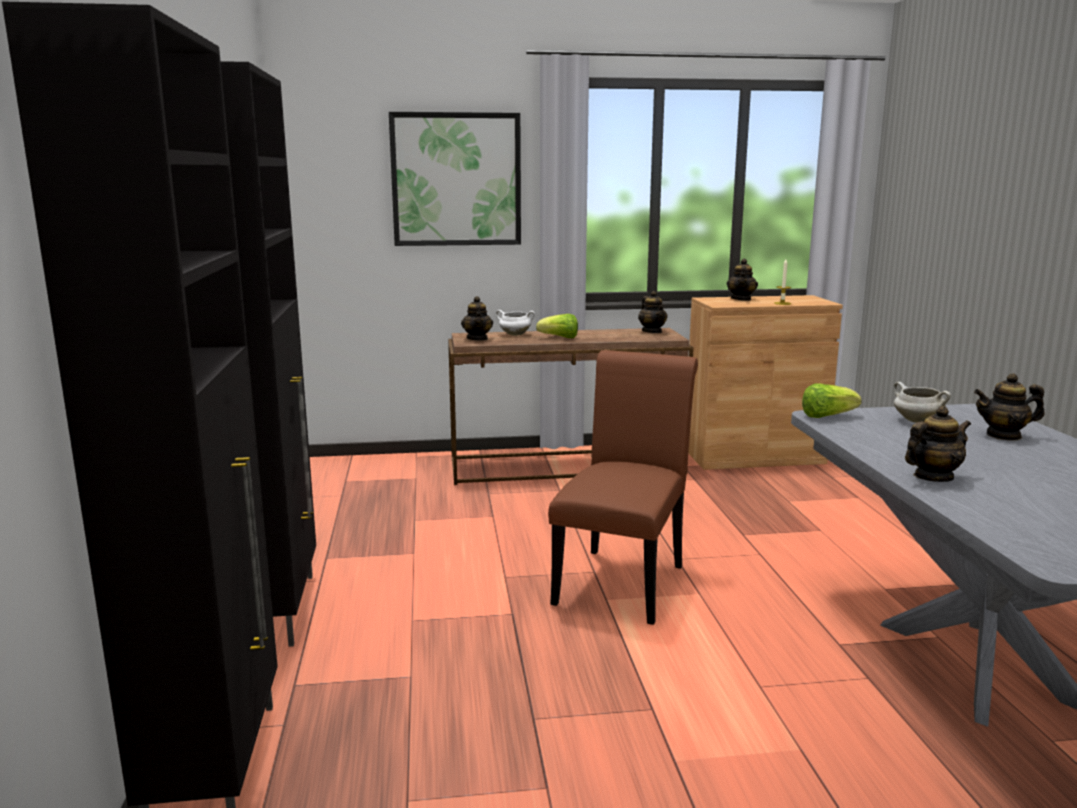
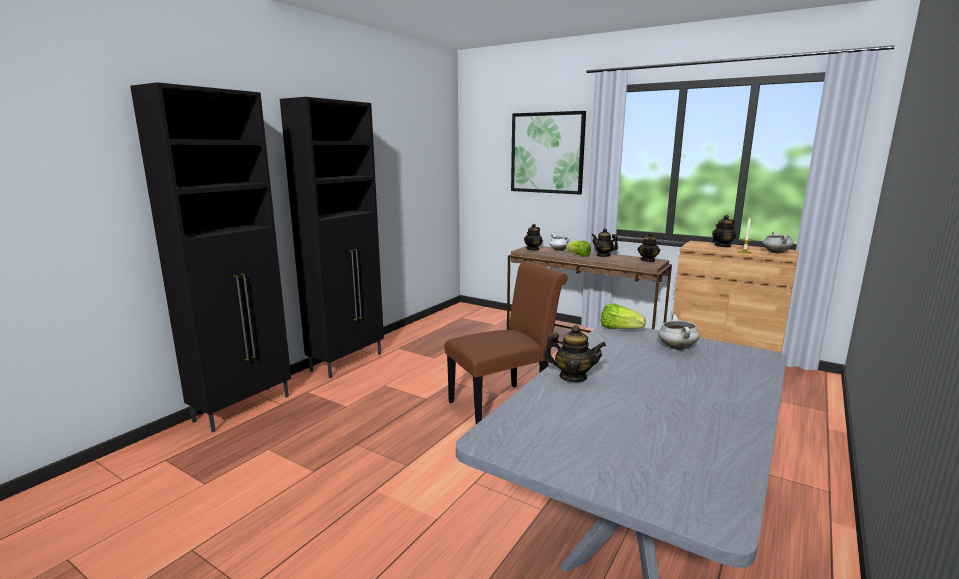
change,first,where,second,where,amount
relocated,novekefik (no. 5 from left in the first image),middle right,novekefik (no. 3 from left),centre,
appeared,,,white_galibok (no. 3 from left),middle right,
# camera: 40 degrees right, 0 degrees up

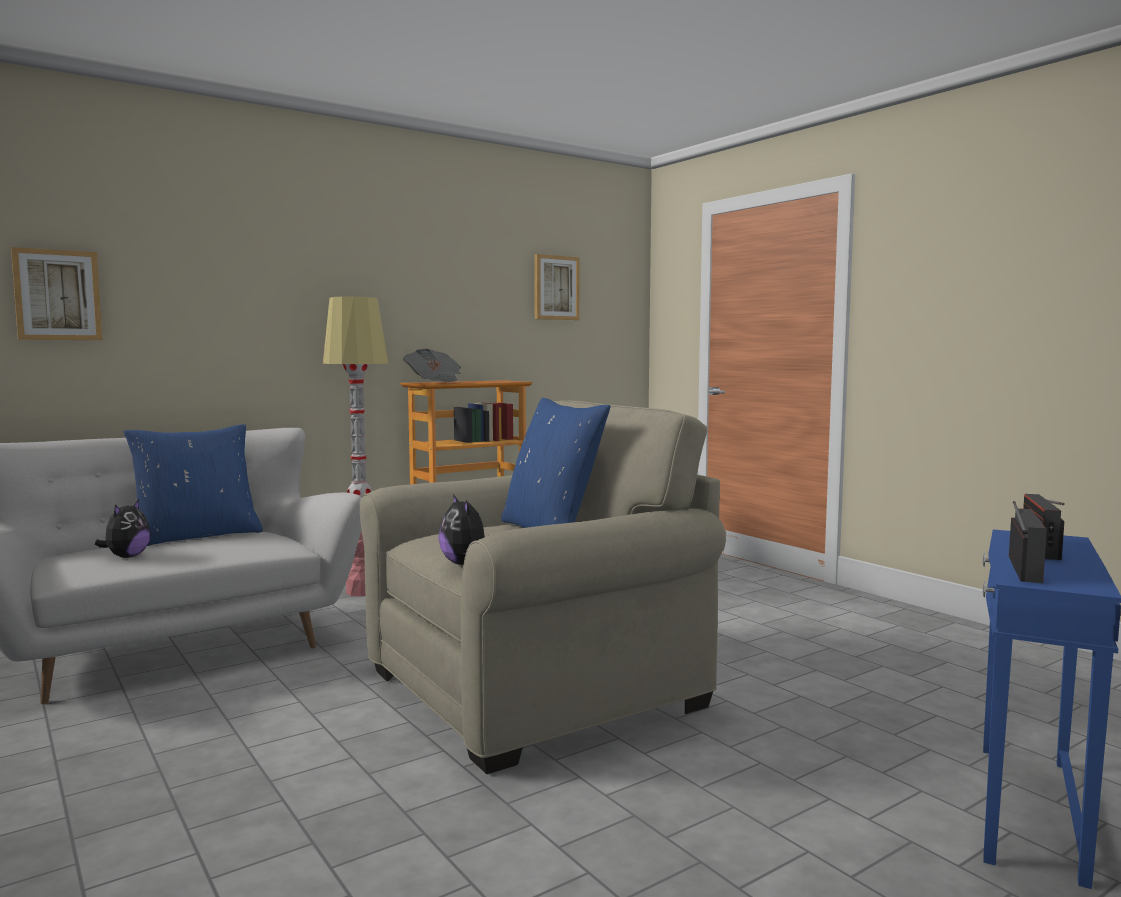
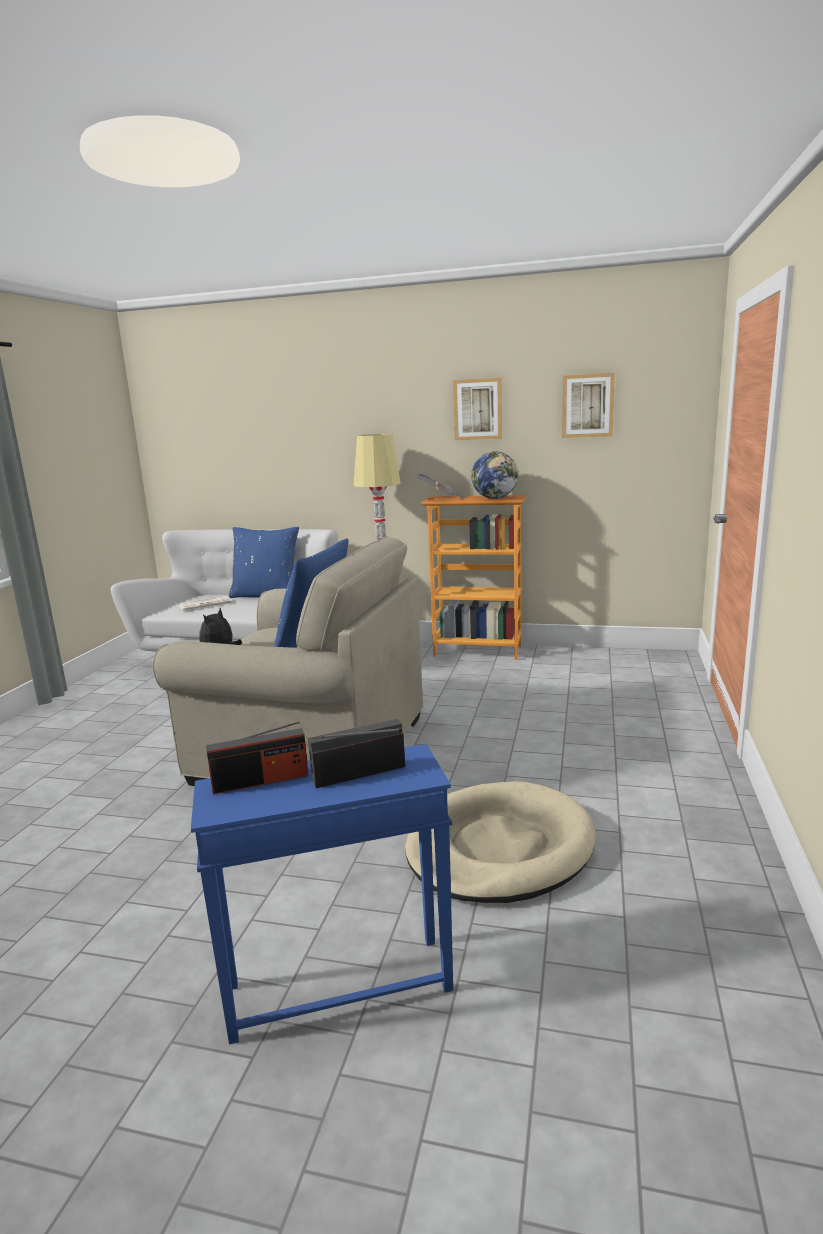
change,first,where,second,where,amount
relocated,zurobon (no. 1 from left),top left,,top centre,
exchanged,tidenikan (no. 1 from left),middle left,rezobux (no. 1 from left),middle left,
appeared,,,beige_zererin,bottom centre,
appeared,,,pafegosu,centre,
# camera: 50 degrees right, 10 degrees up

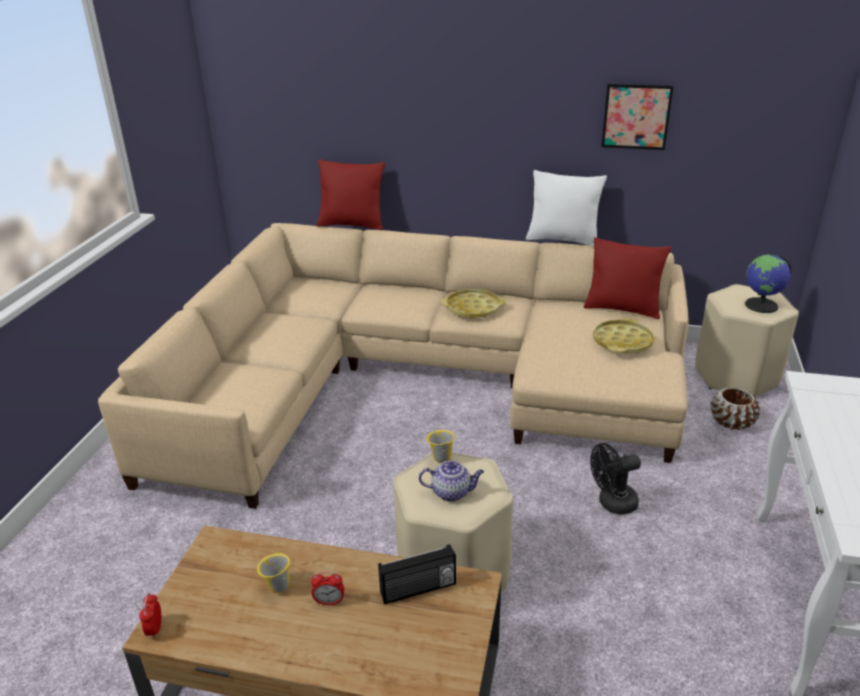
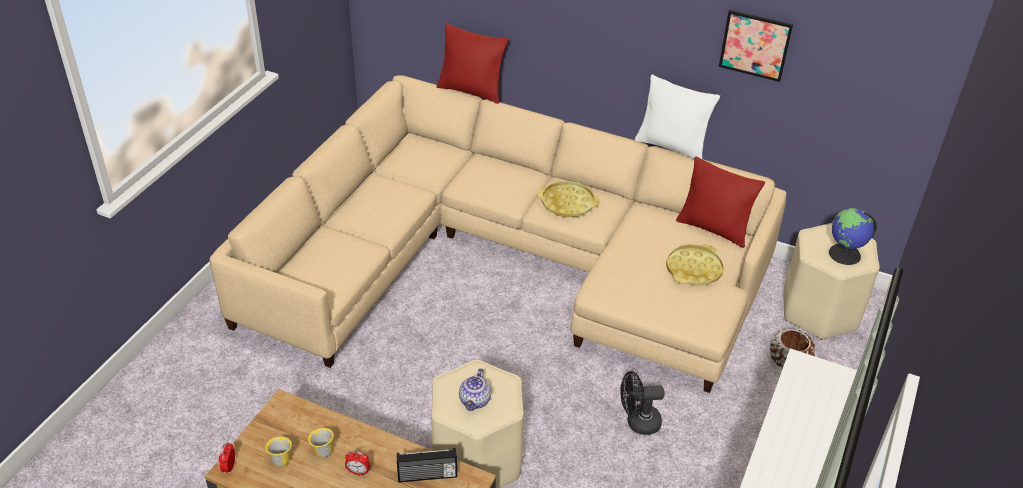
change,first,where,second,where,amount
spun,novekefik,bottom centre,,bottom centre,90 degrees clockwise
relocated,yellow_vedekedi (no. 2 from left in the first image),centre,yellow_vedekedi (no. 1 from left),bottom left,
# camera: 10 degrees right, 10 degrees up

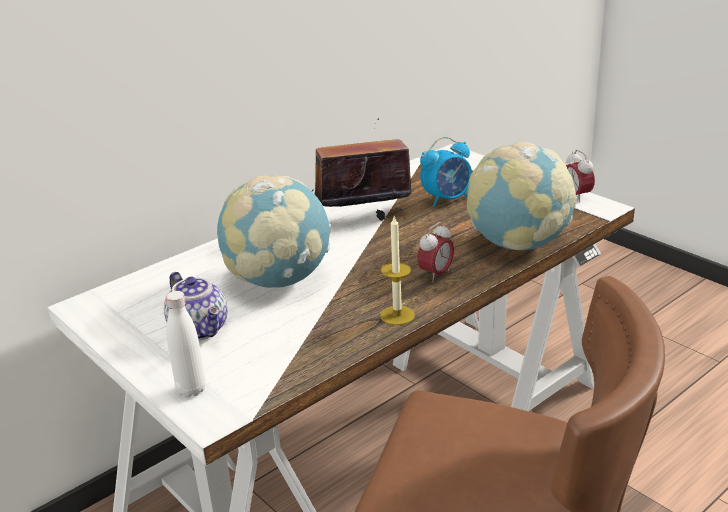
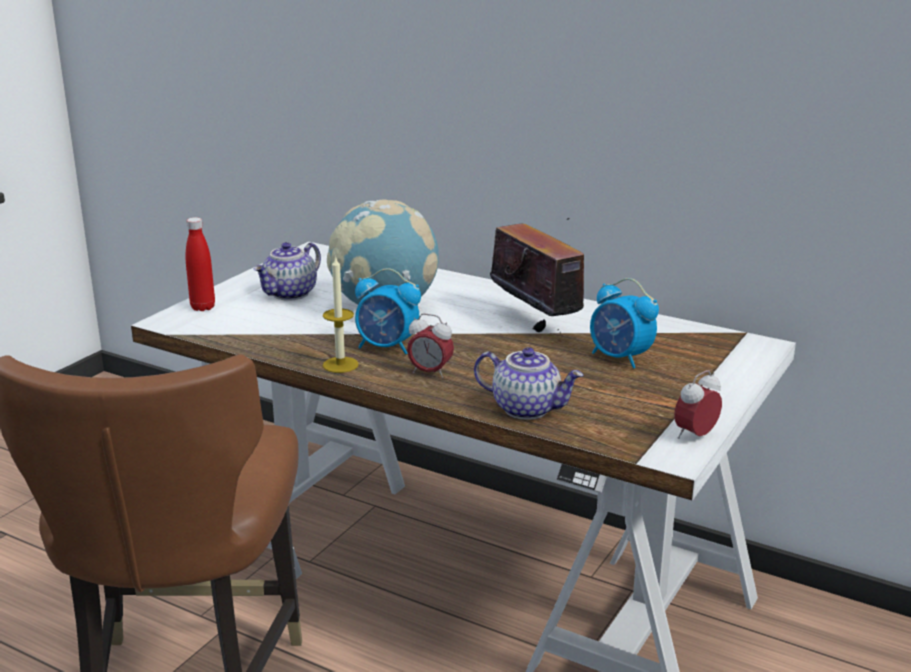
change,first,where,second,where,amount
colour,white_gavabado,bottom left,red_gavabado,middle left,
exchanged,pafegosu (no. 2 from left),middle right,novekefik (no. 2 from left),centre,
appeared,,,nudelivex (no. 1 from left),centre,
# camera: 70 degrees right, 5 degrees down

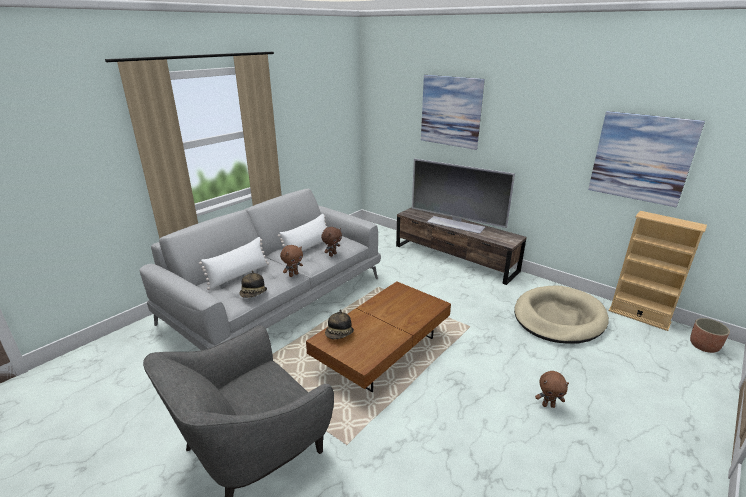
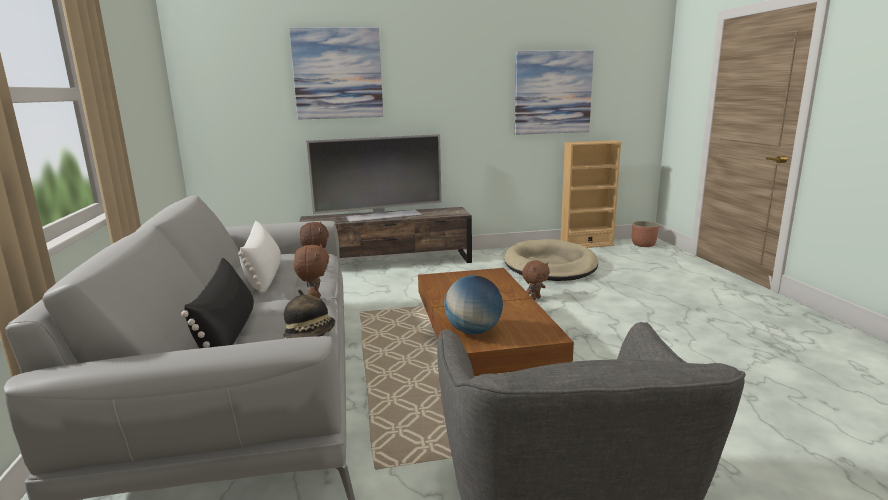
change,first,where,second,where,amount
colour,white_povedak (no. 1 from left),middle left,black_povedak,middle left,
exchanged,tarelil (no. 2 from left),centre,pafegosu,centre,
relocated,brown_tidenikan (no. 3 from left),bottom right,,centre,
# camera: 50 degrees left, 10 degrees down

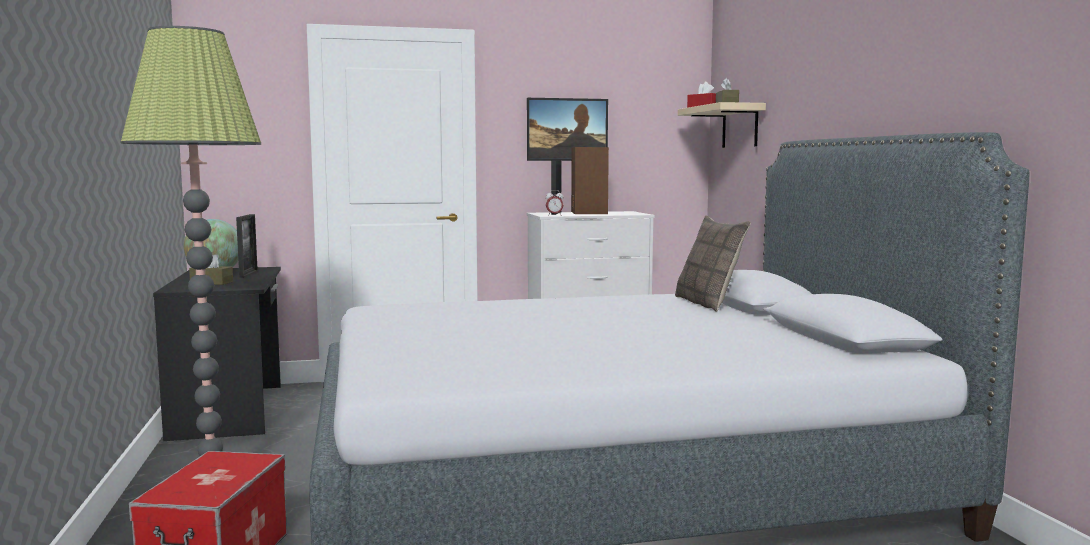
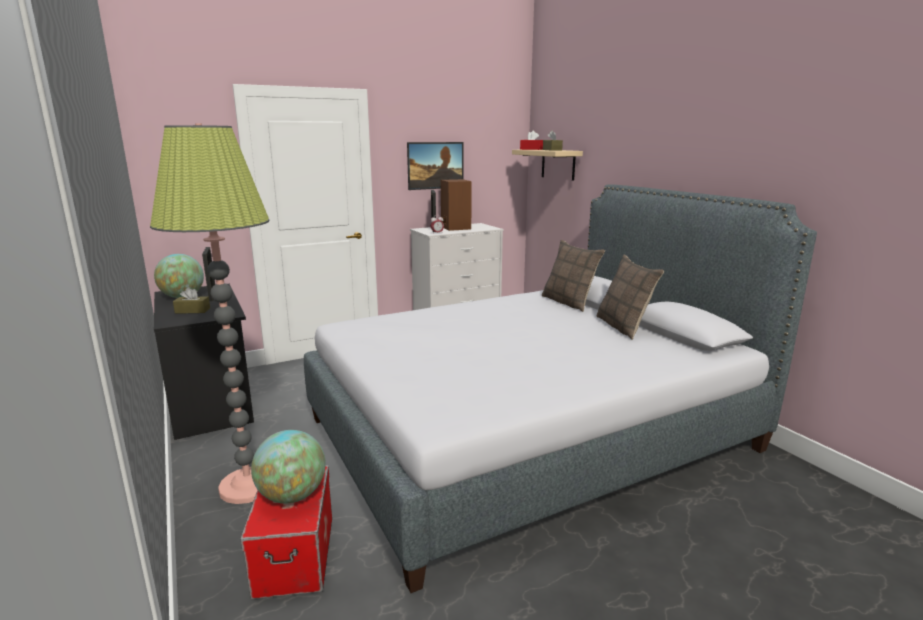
change,first,where,second,where,amount
appeared,,,pafegosu (no. 2 from left),bottom left,
appeared,,,povedak (no. 2 from left),middle right,
# camera: 15 degrees left, 10 degrees up

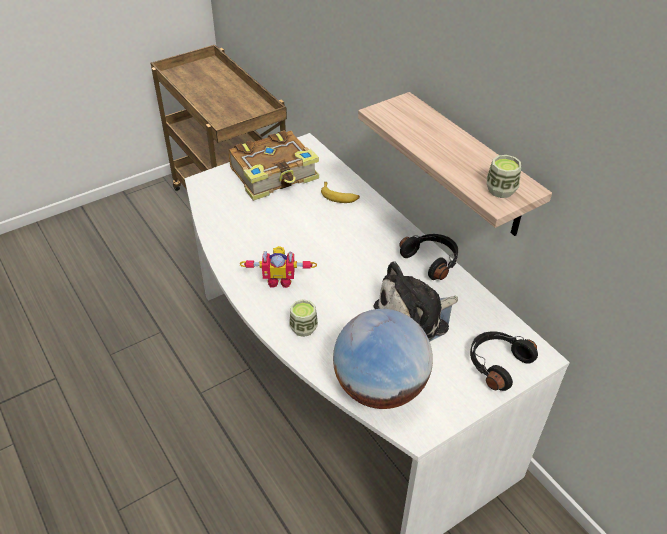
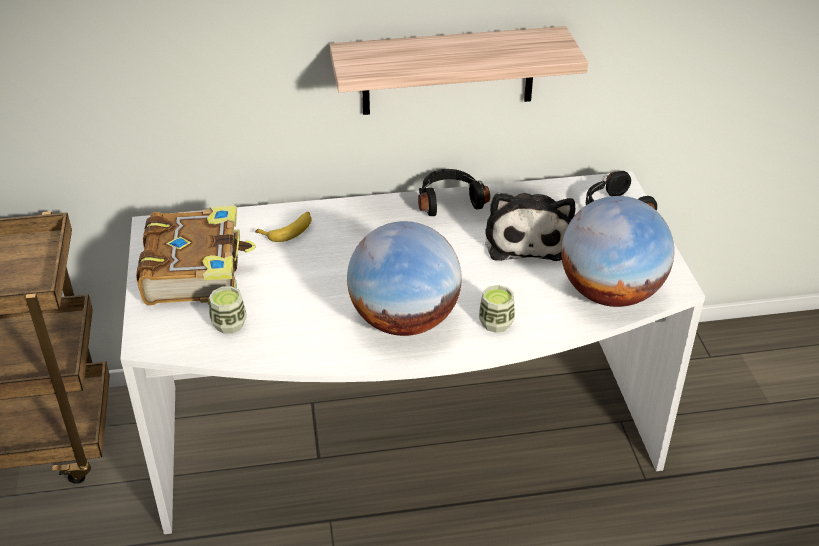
change,first,where,second,where,amount
exchanged,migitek,centre,pafegosu (no. 1 from left),centre,
relocated,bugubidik (no. 2 from left in the first image),top right,bugubidik (no. 1 from left),middle left,
# camera: 65 degrees left, 5 degrees down

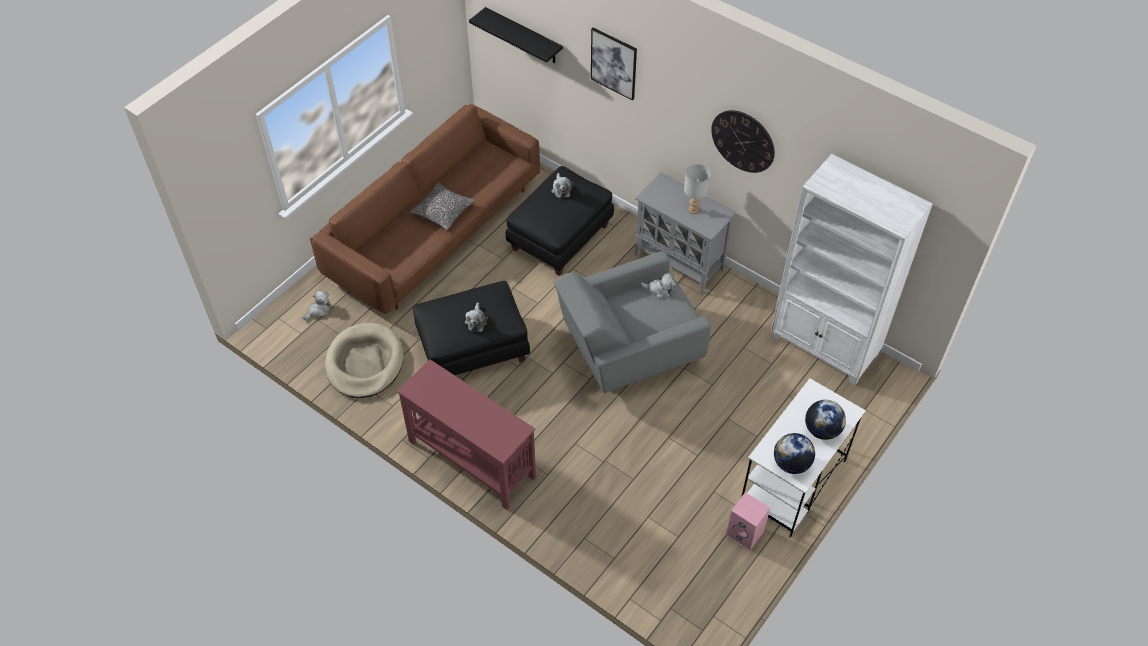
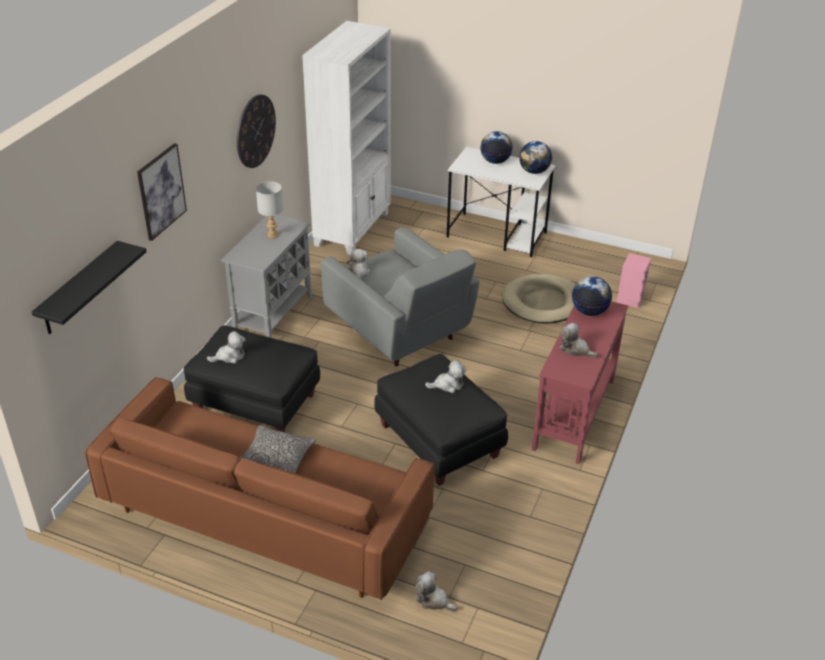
change,first,where,second,where,amount
relocated,beige_zererin,middle left,,centre,
relocated,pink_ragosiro,bottom centre,,middle right,
appeared,,,tidenikan (no. 5 from left),middle right,
appeared,,,pafegosu (no. 3 from left),middle right,
# camera: 105 degrees left, 15 degrees down

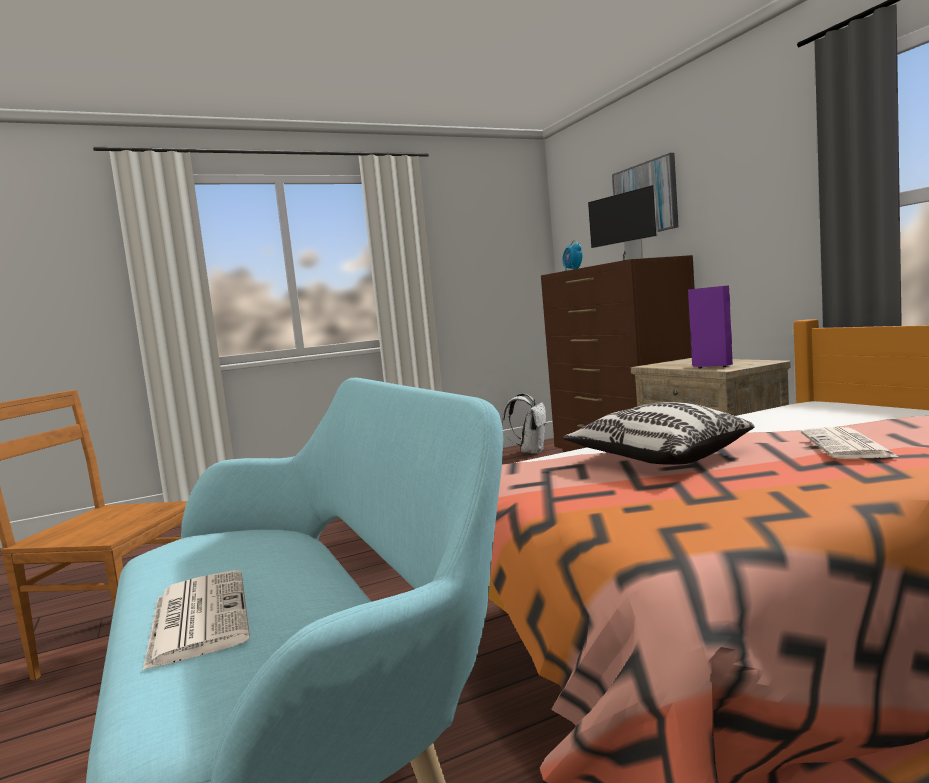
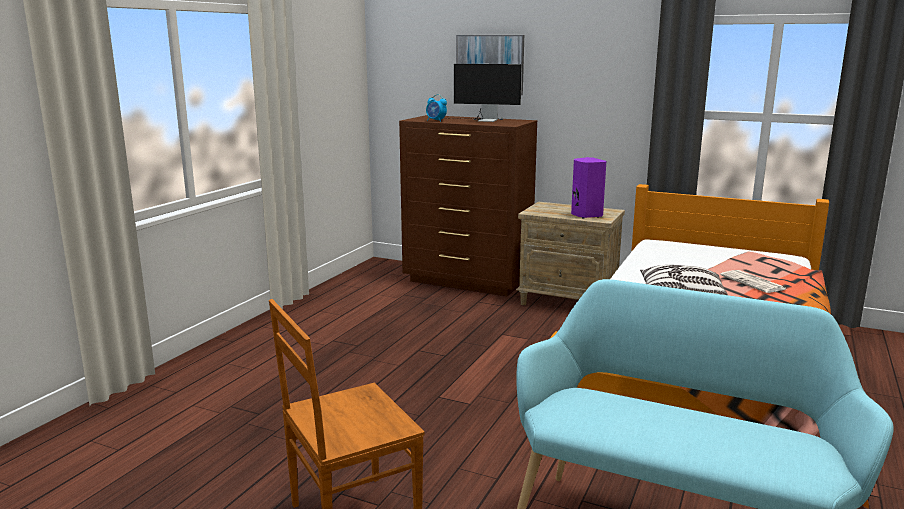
change,first,where,second,where,amount
missing,rezobux (no. 1 from left),bottom left,,,
missing,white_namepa,centre,,,
# camera: 40 degrees left, 10 degrees up

